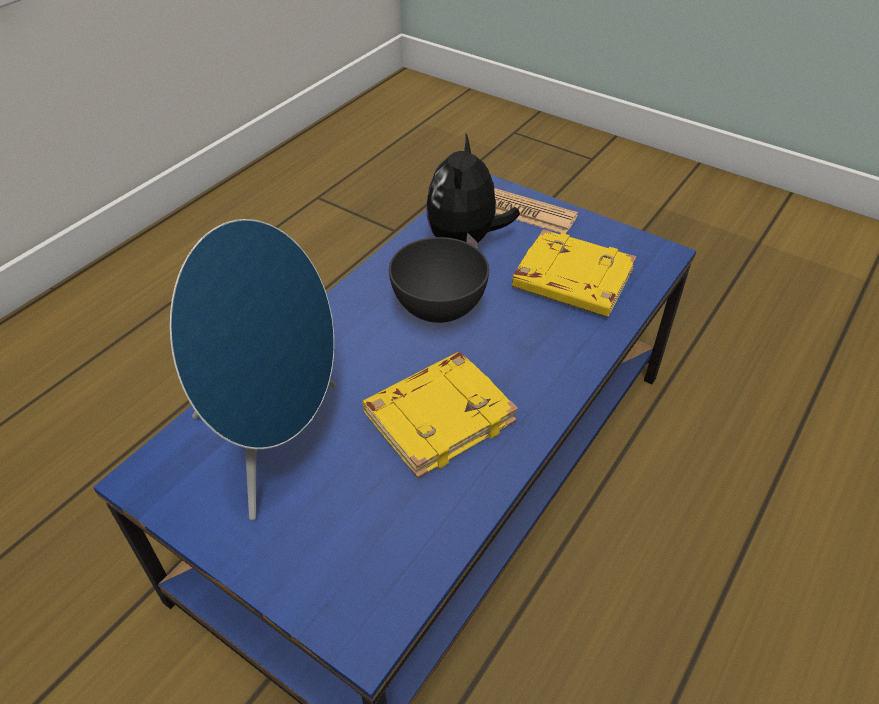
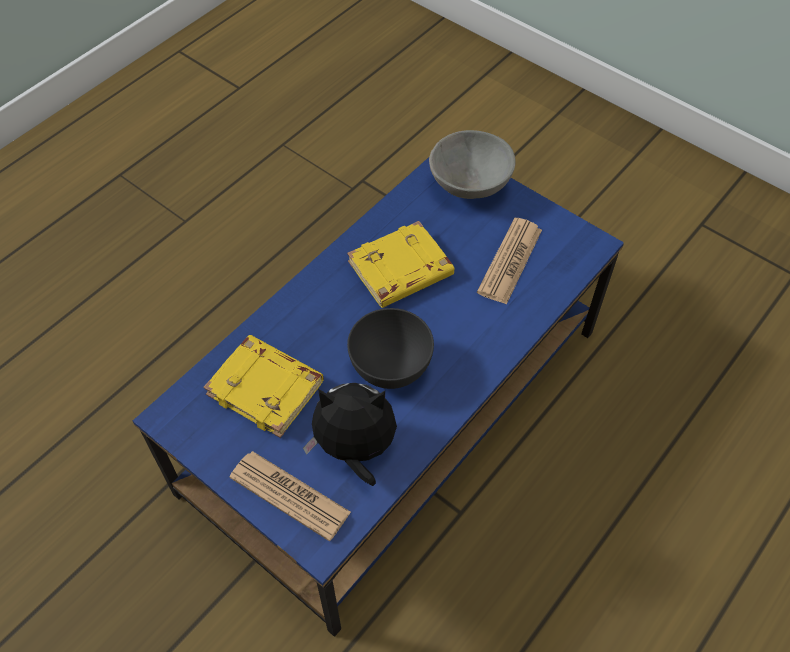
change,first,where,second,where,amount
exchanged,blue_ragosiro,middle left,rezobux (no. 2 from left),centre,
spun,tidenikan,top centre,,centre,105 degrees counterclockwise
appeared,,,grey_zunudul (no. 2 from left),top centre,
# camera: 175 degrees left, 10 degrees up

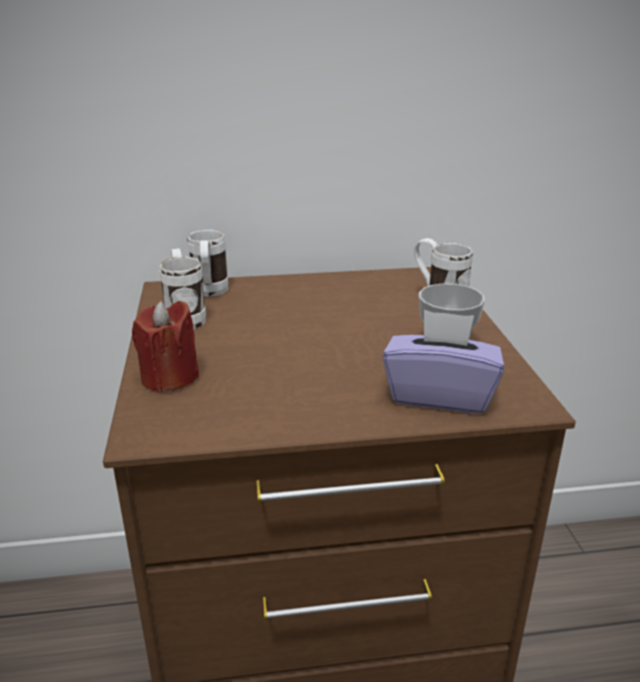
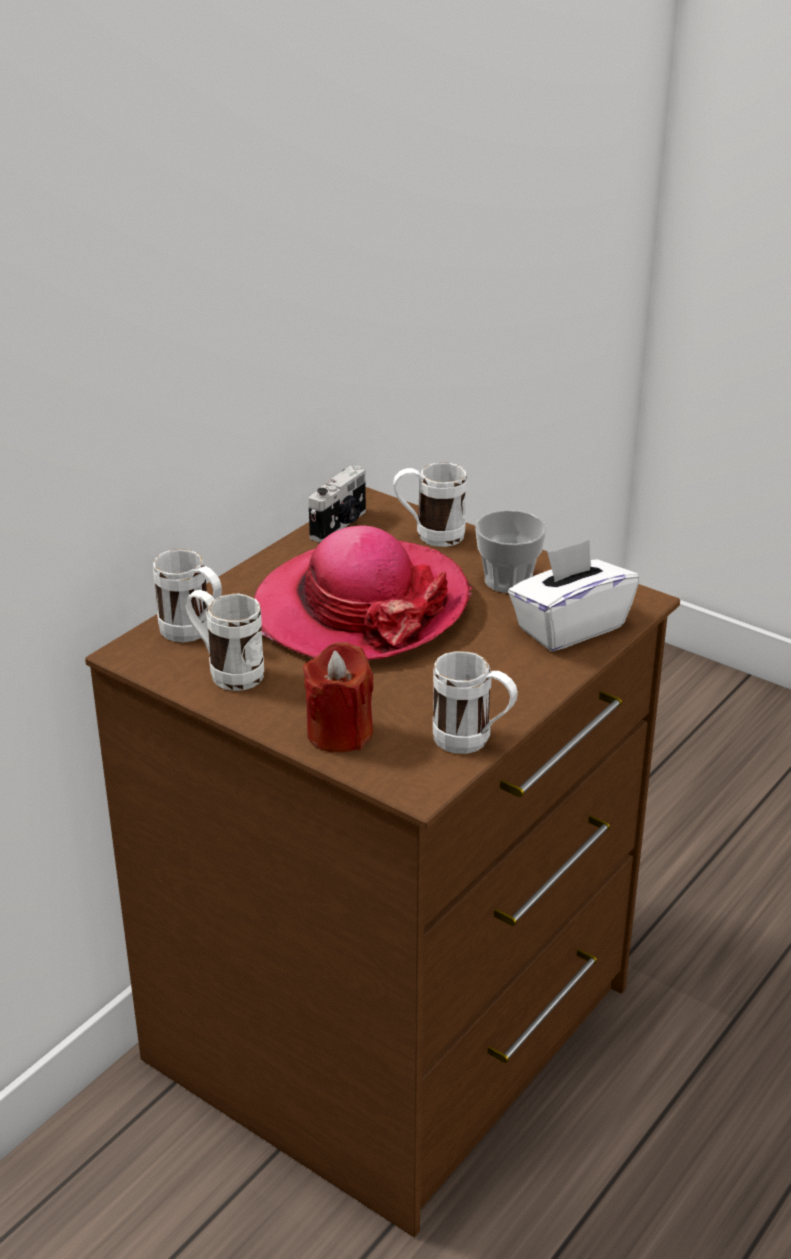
change,first,where,second,where,amount
colour,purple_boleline,middle right,white_boleline,middle right,
appeared,,,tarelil,centre,
appeared,,,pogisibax,centre,
appeared,,,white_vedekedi (no. 4 from left),centre,
# camera: 45 degrees left, 5 degrees up

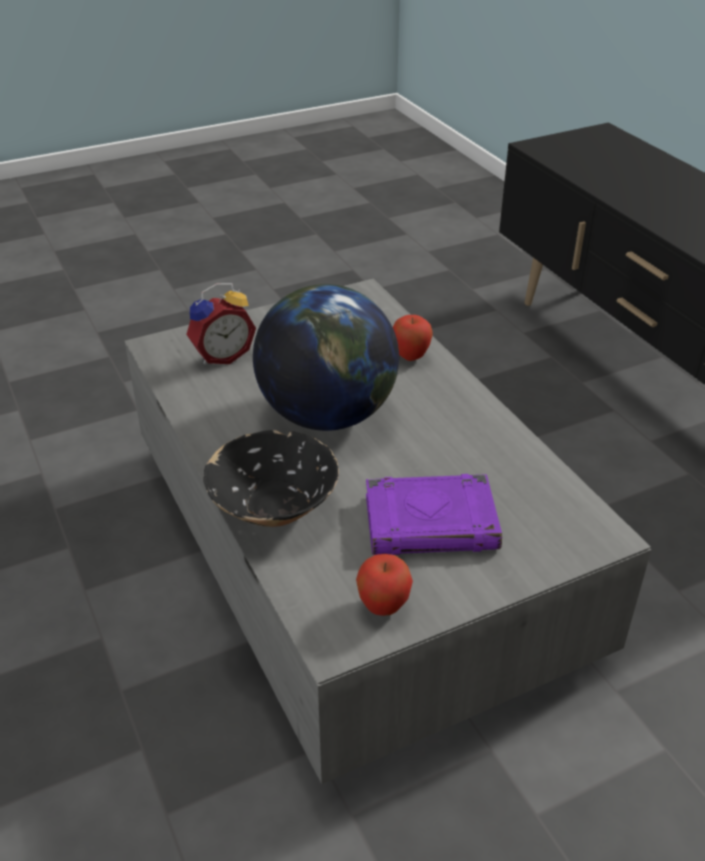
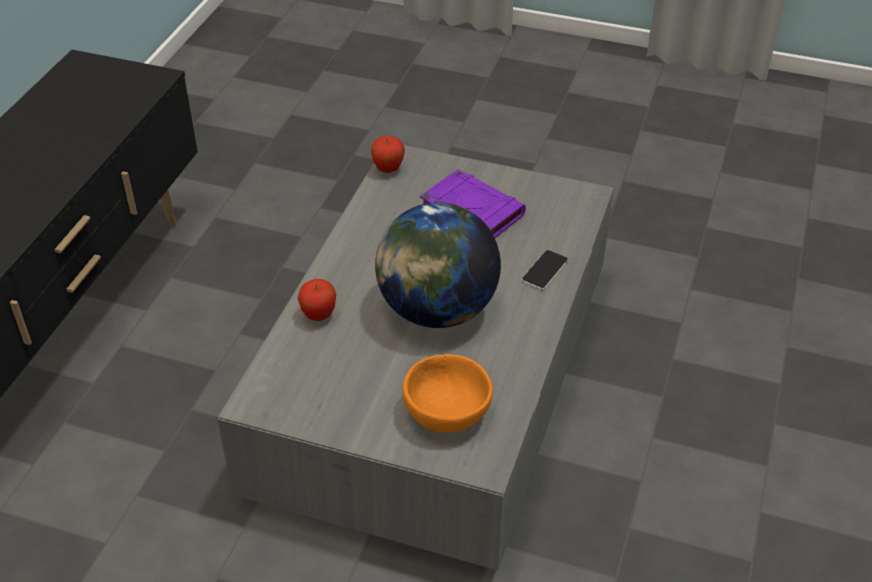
change,first,where,second,where,amount
exchanged,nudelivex,middle left,orange_zunudul,bottom centre,
exchanged,black_zunudul,centre,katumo,centre,
relocated,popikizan (no. 1 from left in the first image),bottom centre,popikizan (no. 2 from left),top centre,
# camera: 135 degrees left, 5 degrees up

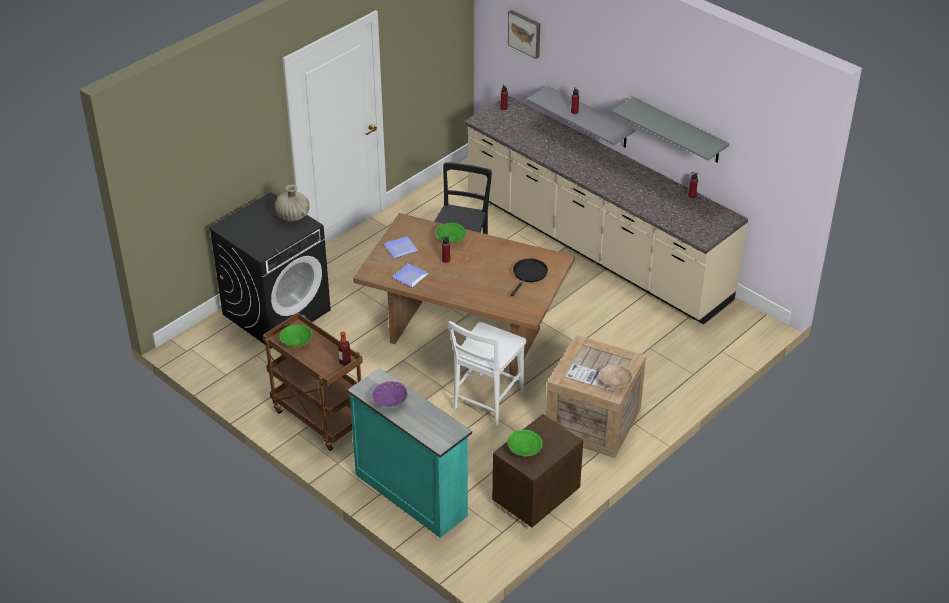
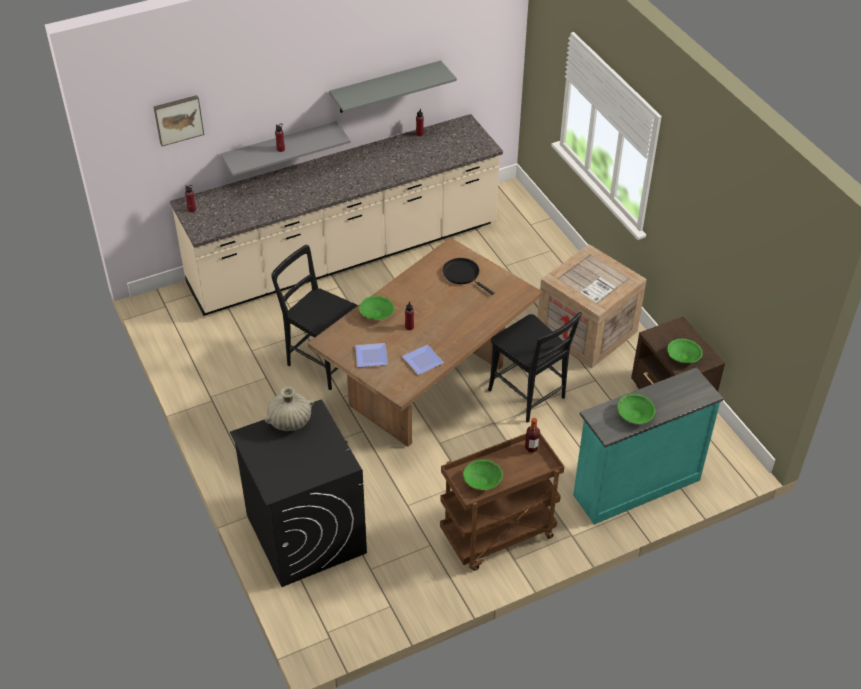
change,first,where,second,where,amount
colour,purple_zunudul,centre,green_zunudul (no. 3 from left),middle right,
colour,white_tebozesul,centre,black_tebozesul (no. 2 from left),centre,
missing,beige_zunudul,centre,,,
# camera: 70 degrees left, 5 degrees up

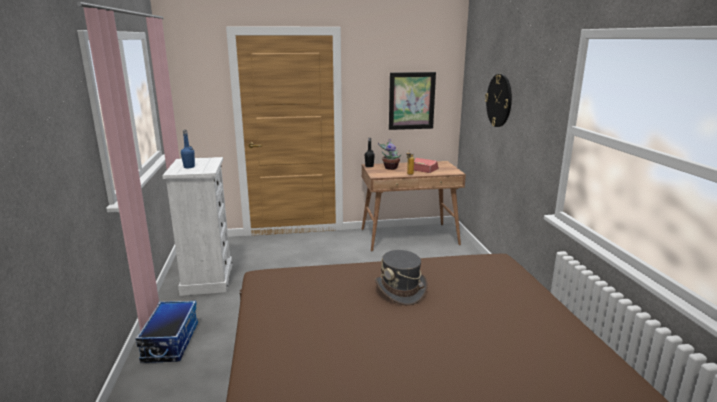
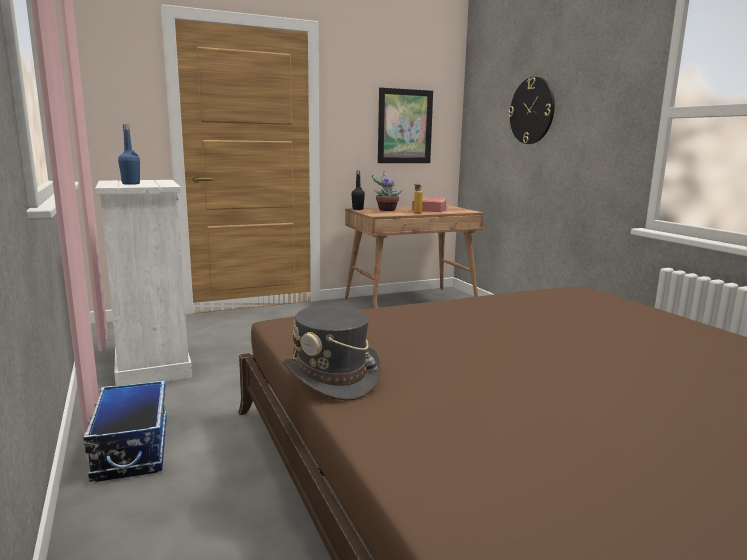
change,first,where,second,where,amount
relocated,grey_tarelil,bottom centre,,centre,
# camera: 15 degrees left, 5 degrees down

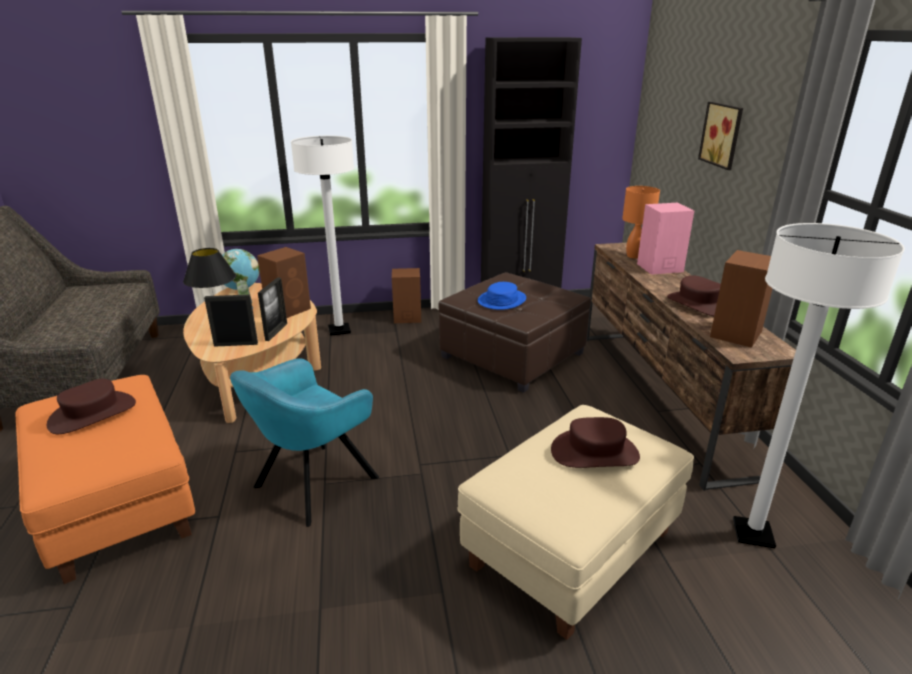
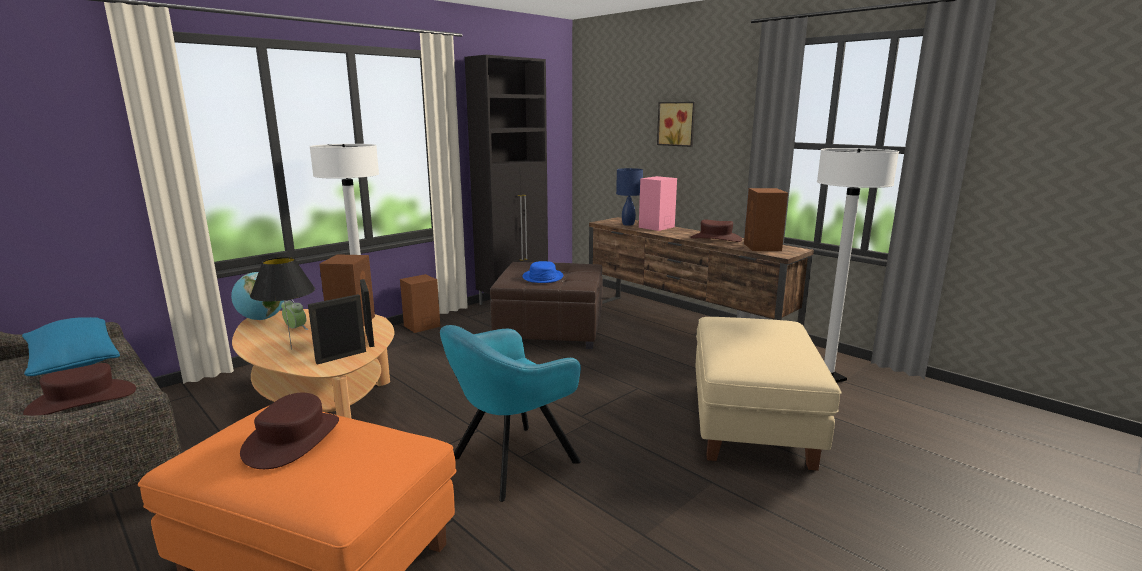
change,first,where,second,where,amount
spun,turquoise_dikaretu,centre,,bottom centre,45 degrees clockwise
relocated,brown_tarelil (no. 2 from left in the first image),centre,brown_tarelil (no. 1 from left),bottom left,
colour,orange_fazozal,top right,blue_fazozal,centre,
appeared,,,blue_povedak,middle left,
# camera: 35 degrees left, 10 degrees down

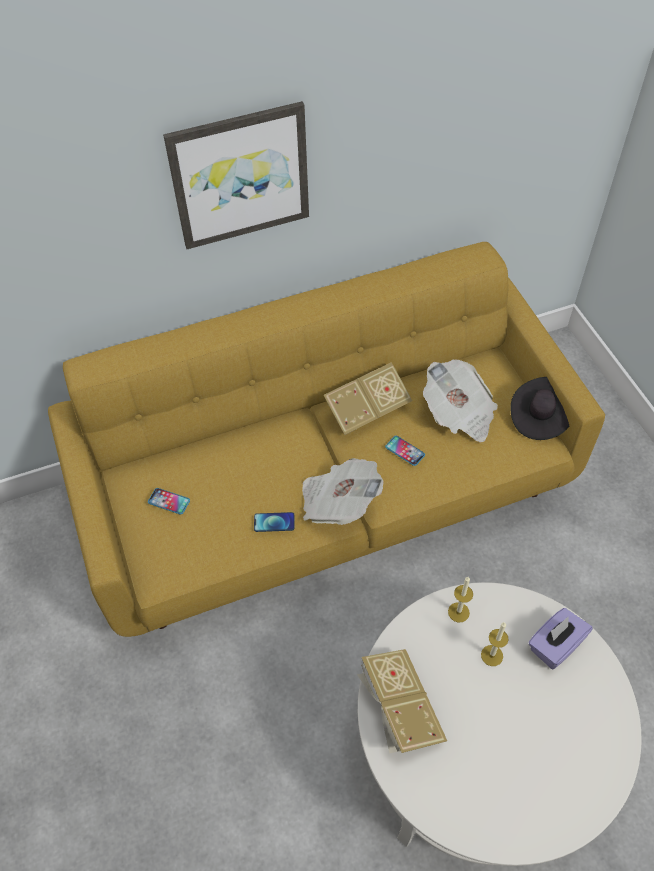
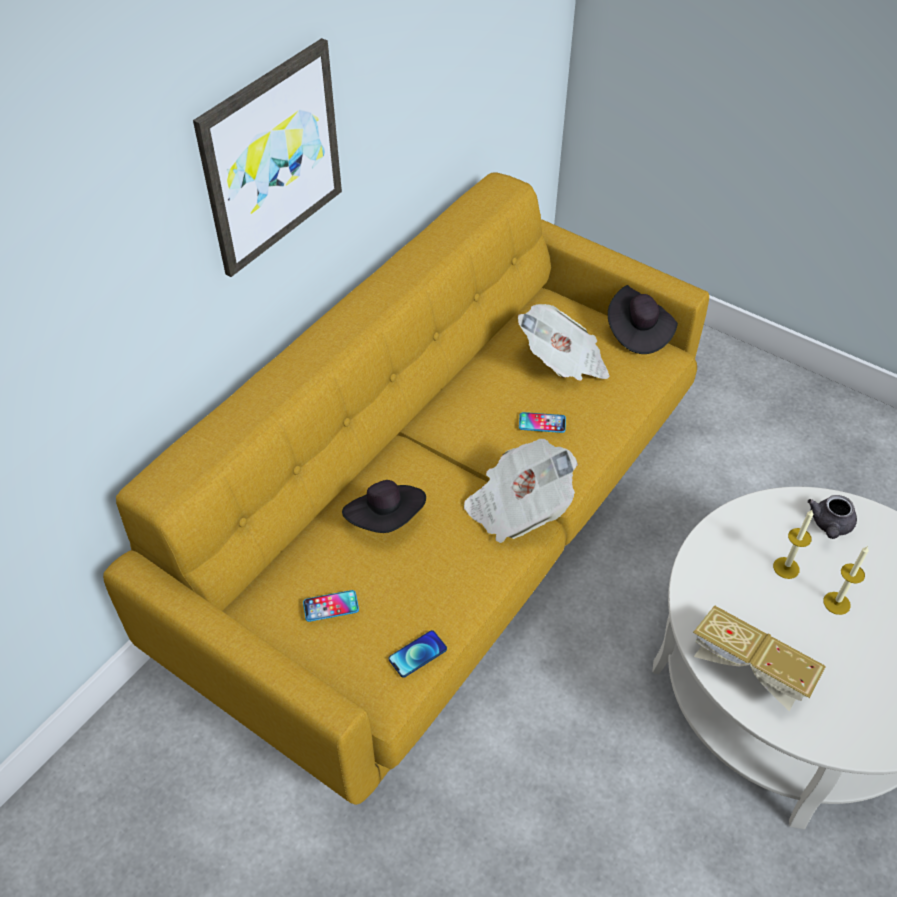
change,first,where,second,where,amount
relocated,katumo (no. 2 from left),centre,,bottom centre,
missing,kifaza (no. 1 from left),centre,,,
relocated,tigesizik (no. 1 from left in the first image),bottom right,tigesizik (no. 2 from left),middle right,
exchanged,purple_boleline,bottom right,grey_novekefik,middle right,
appeared,,,black_tarelil (no. 1 from left),centre,
# camera: 35 degrees left, 5 degrees down

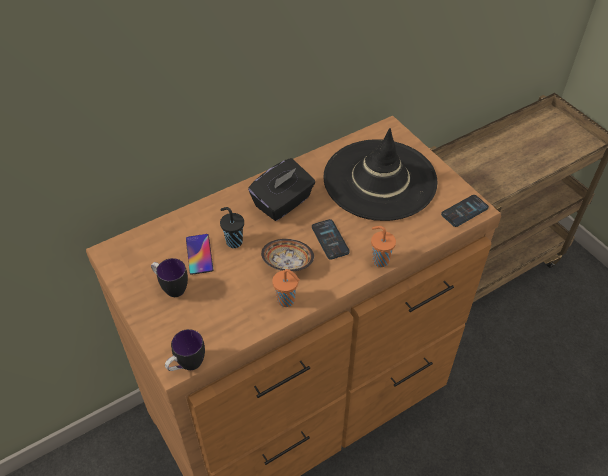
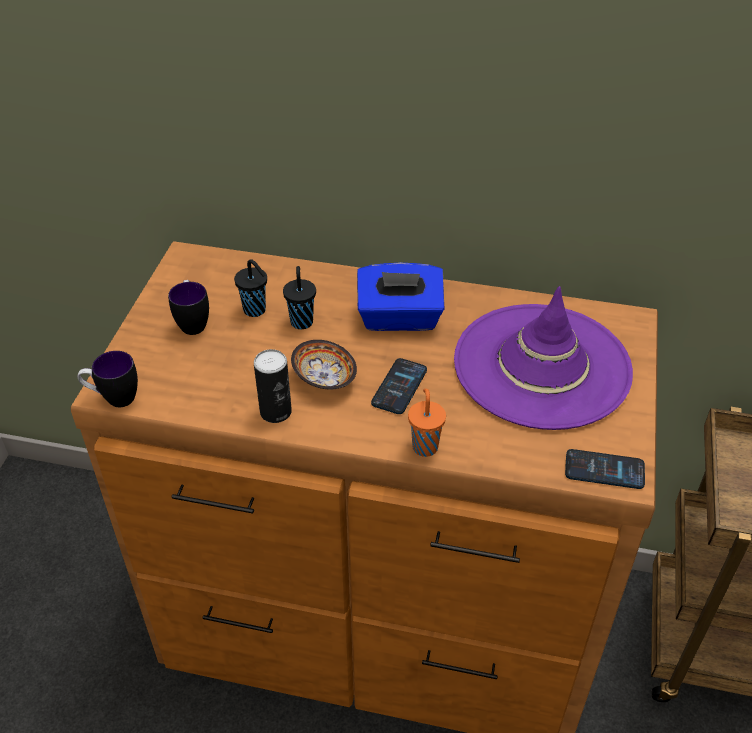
change,first,where,second,where,amount
exchanged,katumo (no. 1 from left),middle left,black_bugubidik (no. 1 from left),middle left,
colour,black_boleline,centre,blue_boleline,centre,
exchanged,orange_bugubidik (no. 1 from left),centre,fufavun,centre,
colour,black_tarelil,centre,purple_tarelil,middle right,
# camera: 45 degrees right, 5 degrees down

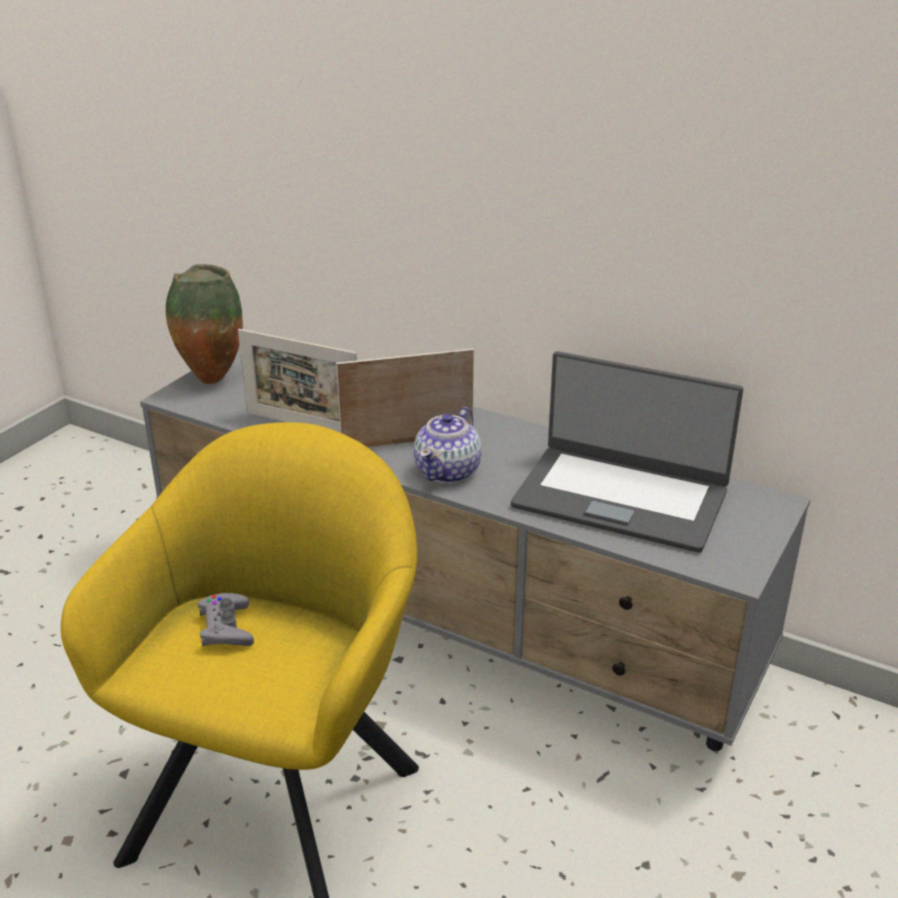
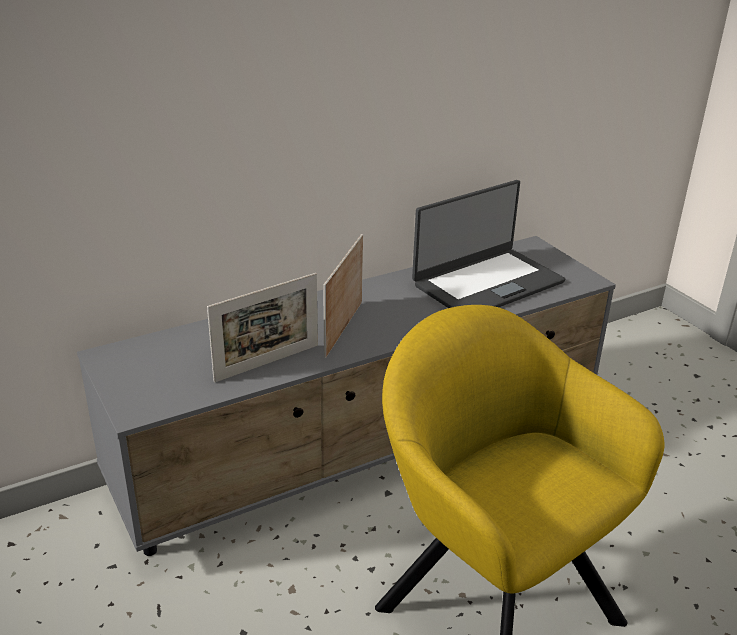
change,first,where,second,where,amount
missing,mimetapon,middle left,,,
missing,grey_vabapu,bottom left,,,
missing,novekefik,centre,,,
# camera: 60 degrees left, 0 degrees up

